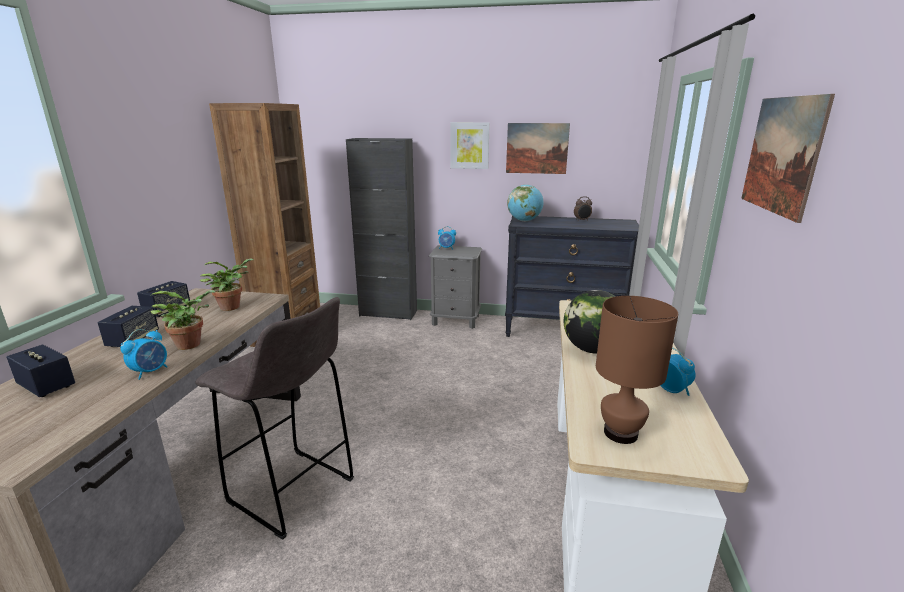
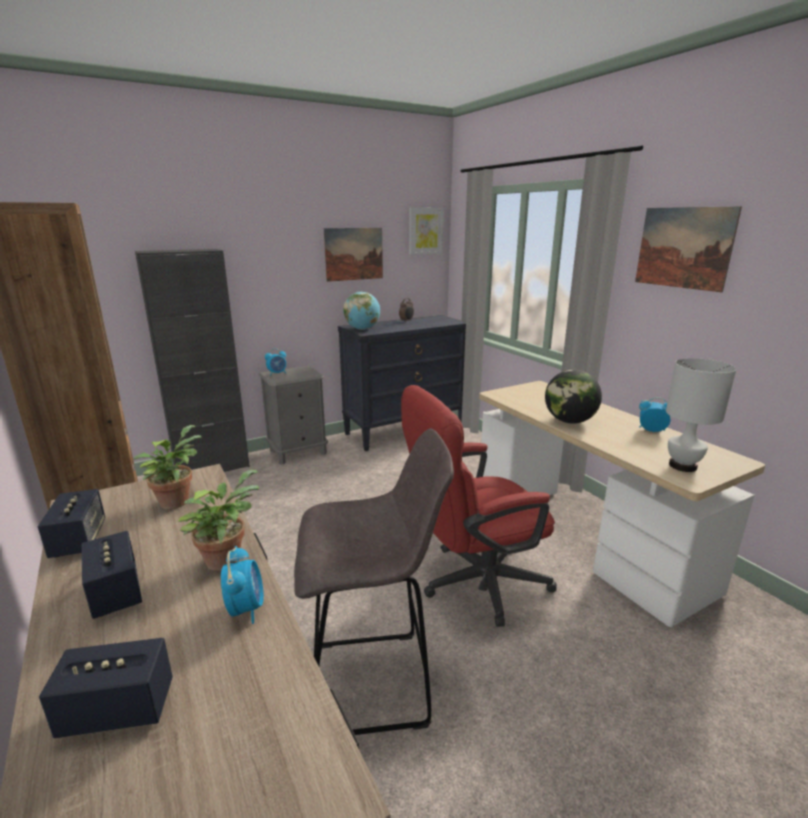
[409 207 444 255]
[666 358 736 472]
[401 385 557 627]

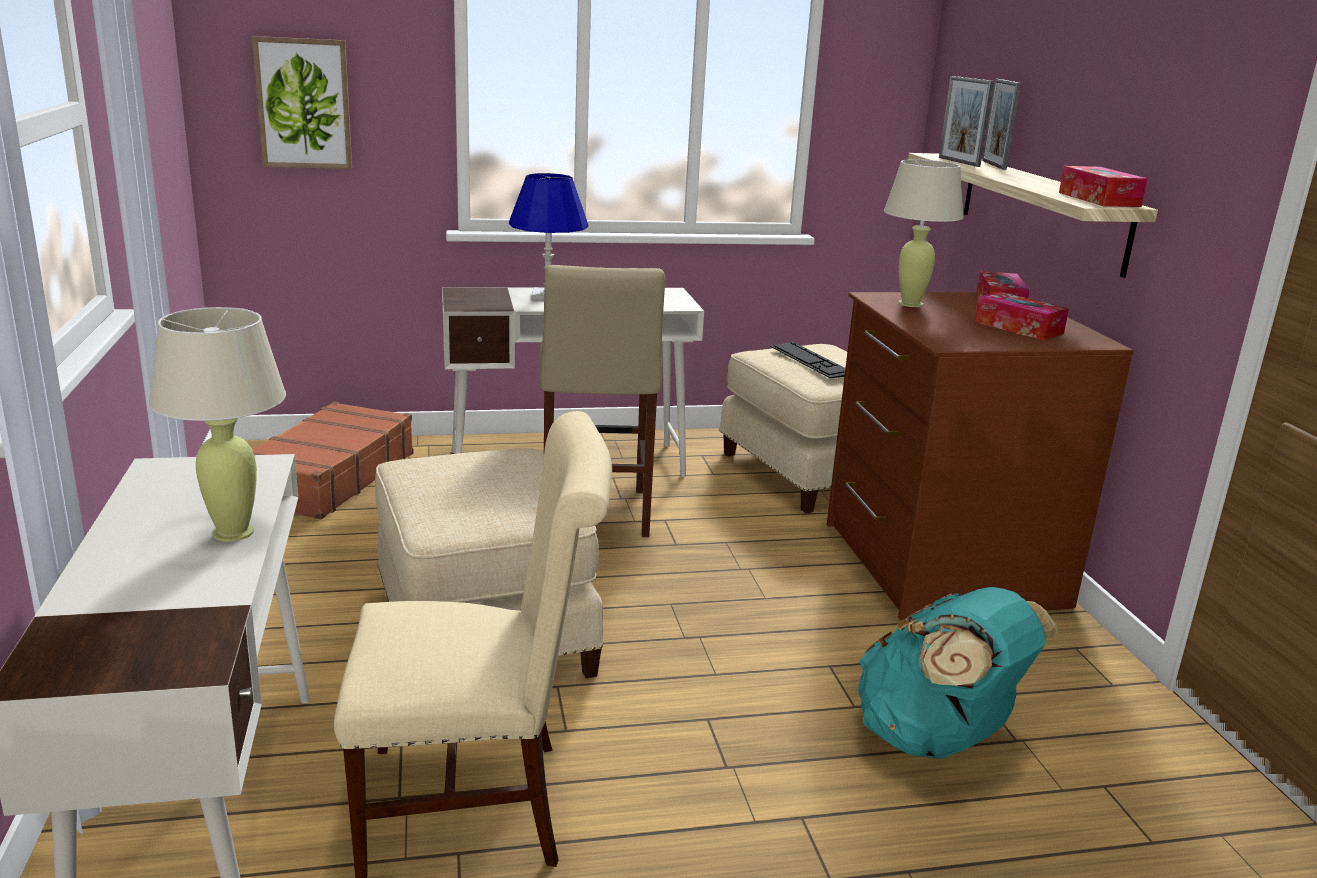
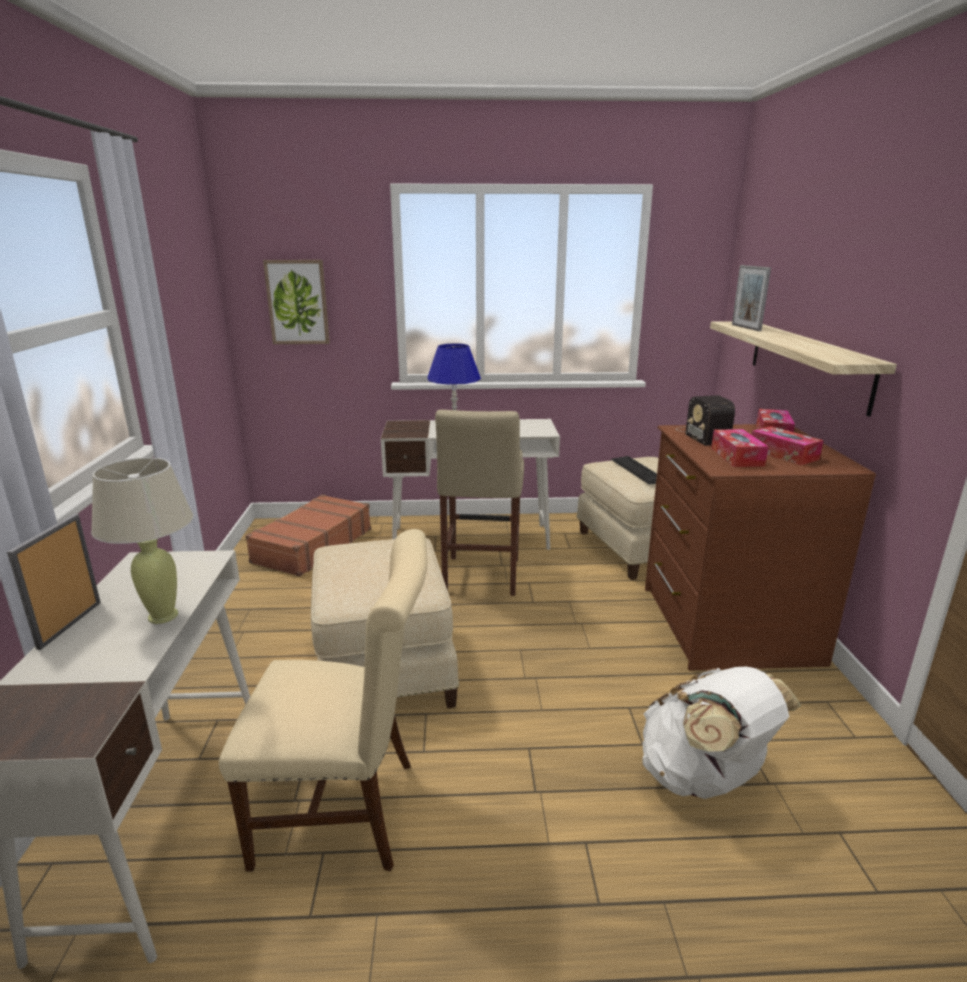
[642 667 801 799]
[677 395 735 446]
[7 514 101 650]
[711 429 768 467]

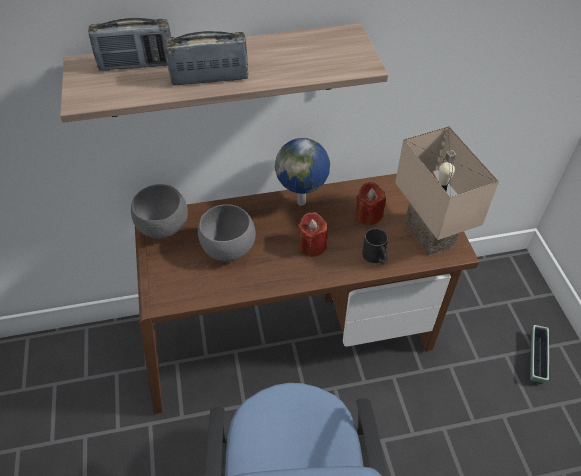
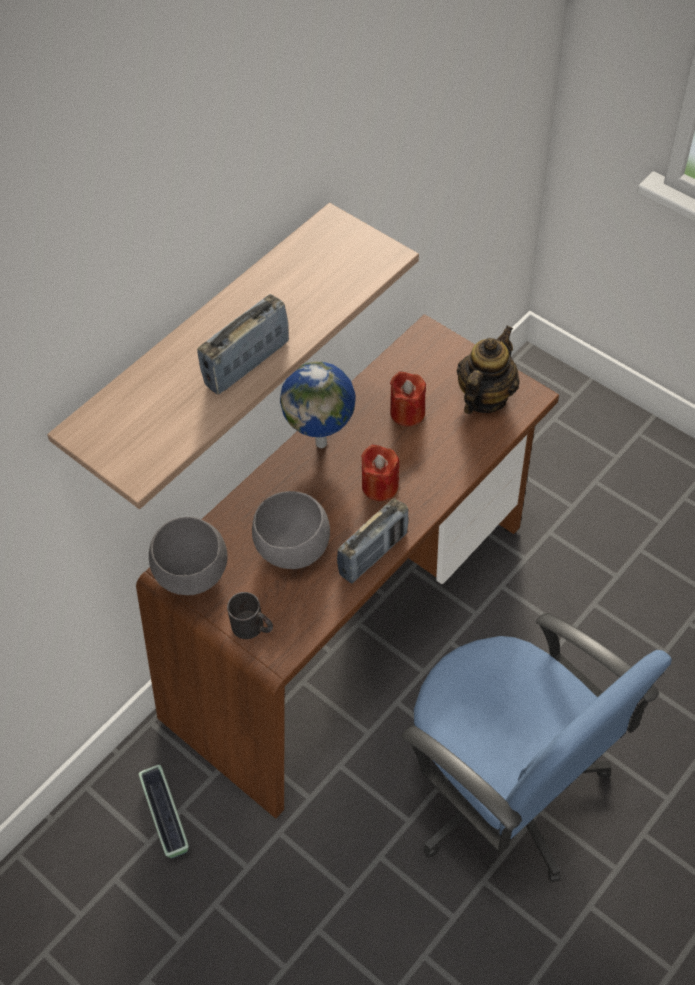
[337 498 409 583]
[227 592 273 639]
[457 326 520 414]
[139 765 189 858]

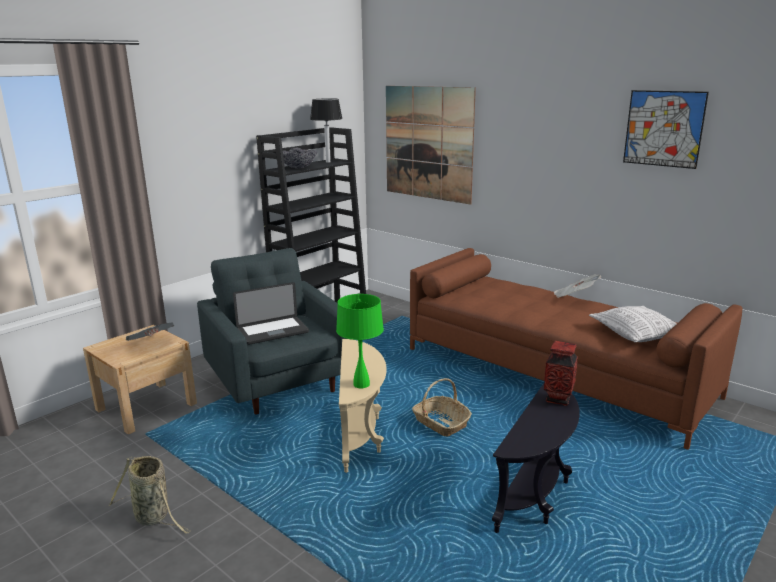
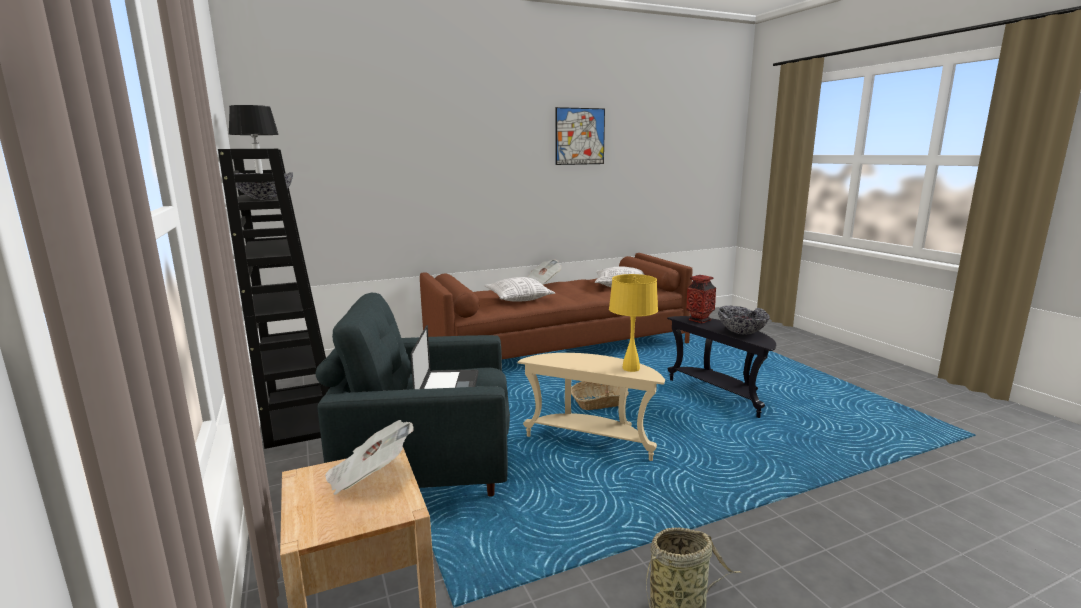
[609 274 658 372]
[386 86 476 205] (first image)
[485 277 555 302]
[718 306 770 335]

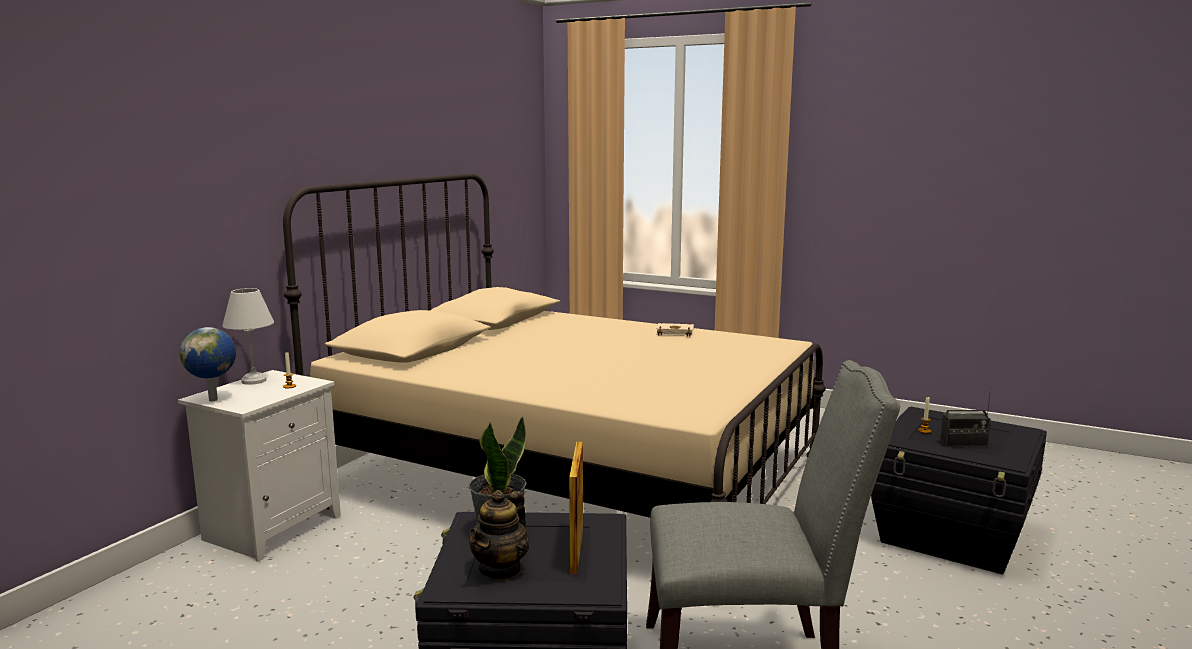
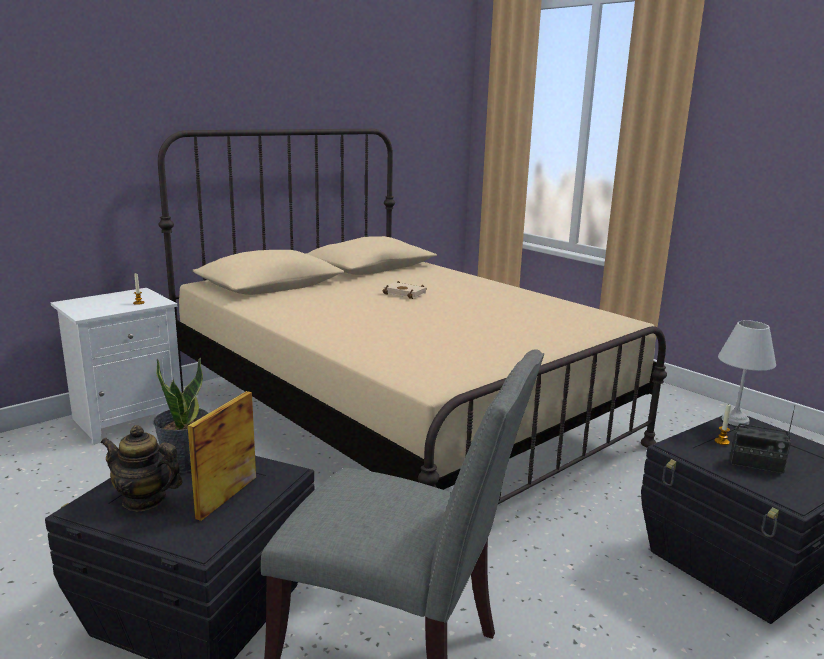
[180 327 236 401] (first image)
[718 320 776 426]
[101 425 183 511]
[383 281 427 299]

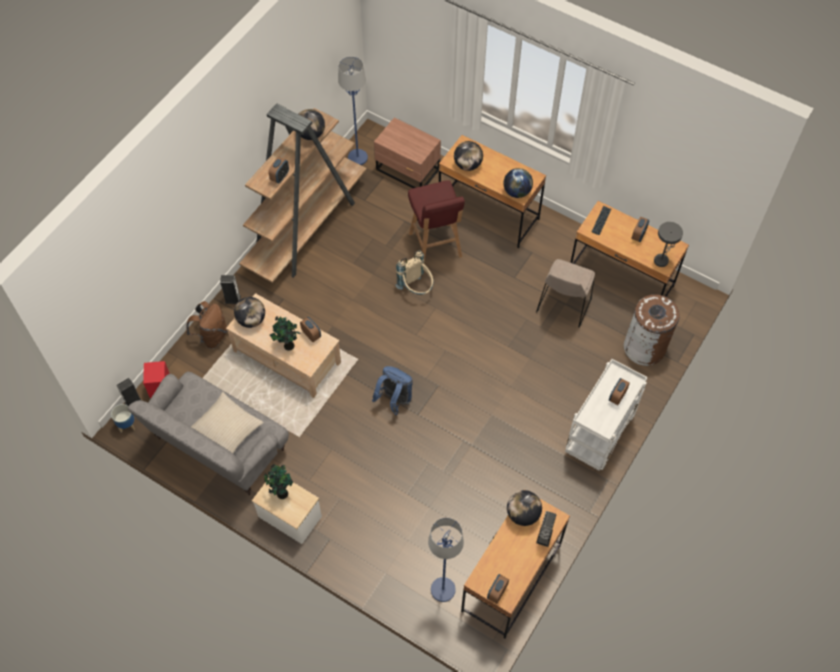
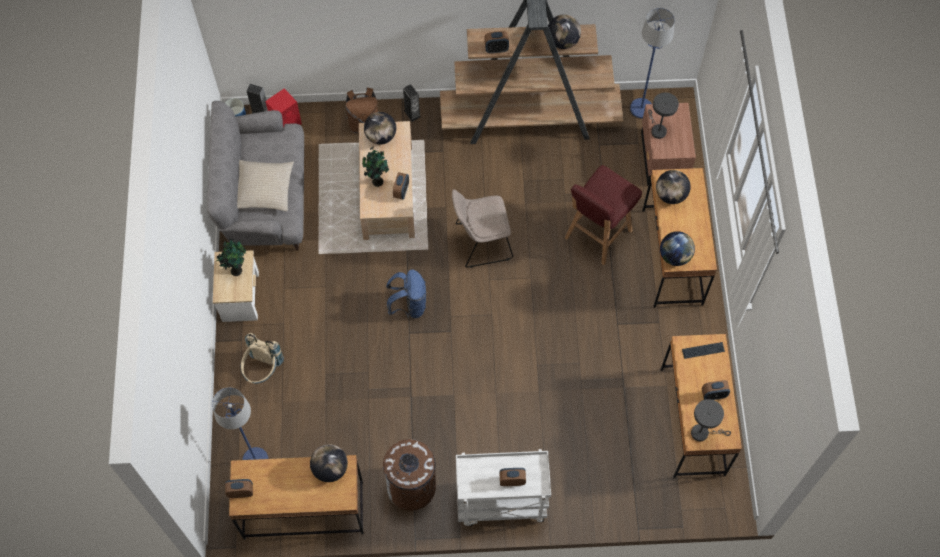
[241 333 284 384]
[452 189 513 268]
[536 511 557 547] (first image)
[383 439 436 511]
[648 92 679 139]

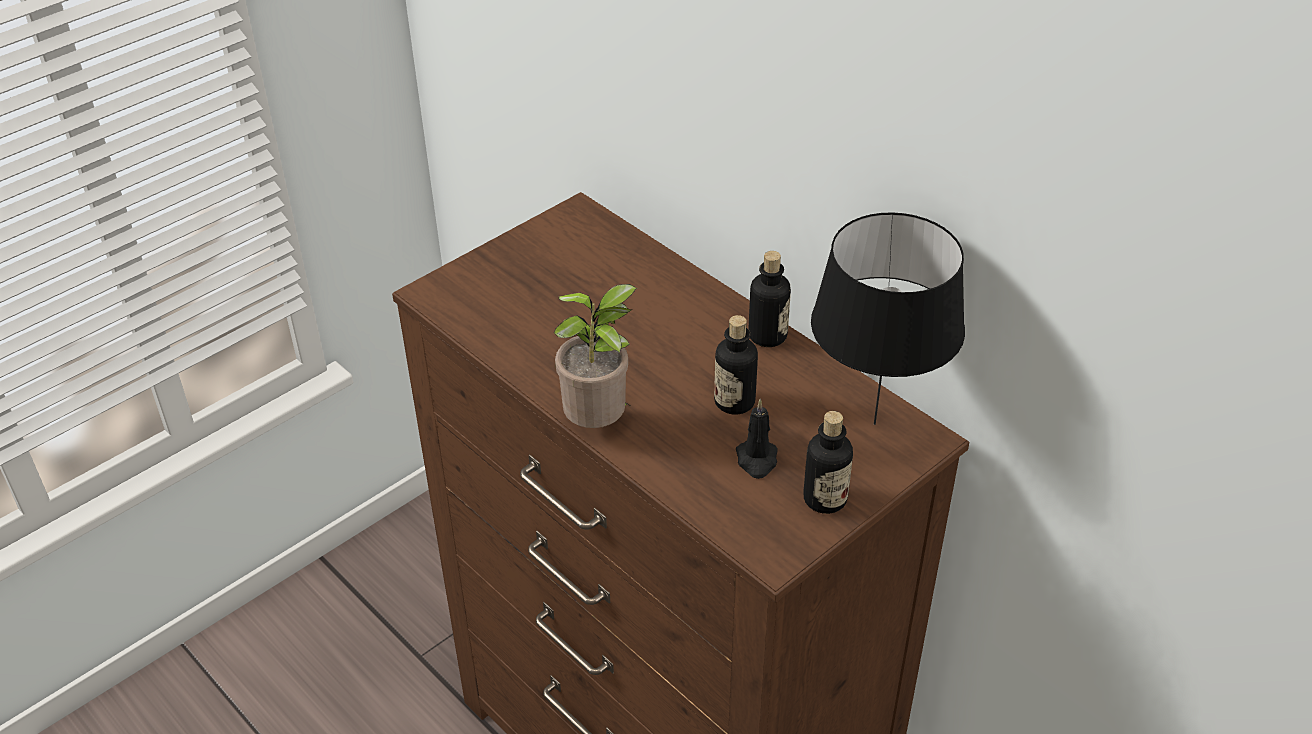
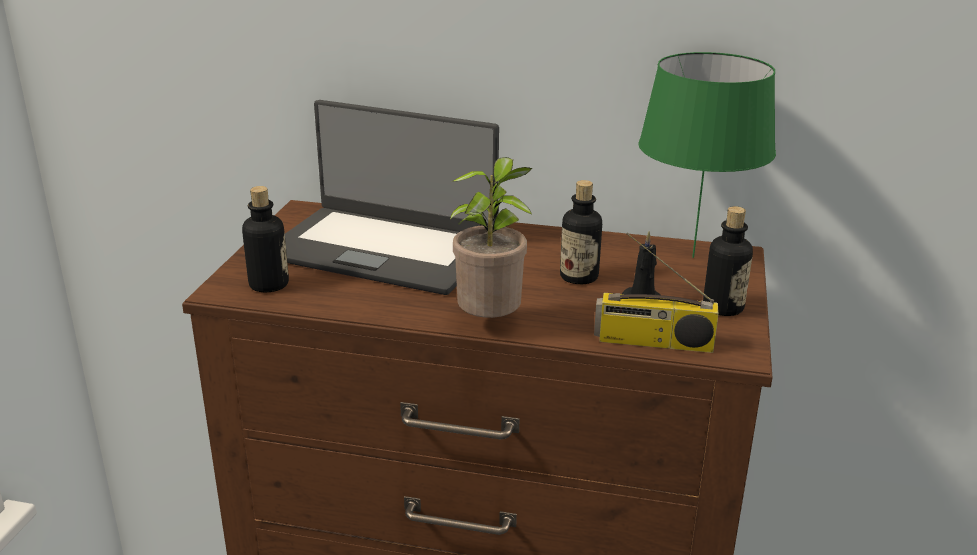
[242 186 289 292]
[638 52 776 258]
[285 100 499 295]
[594 233 719 353]

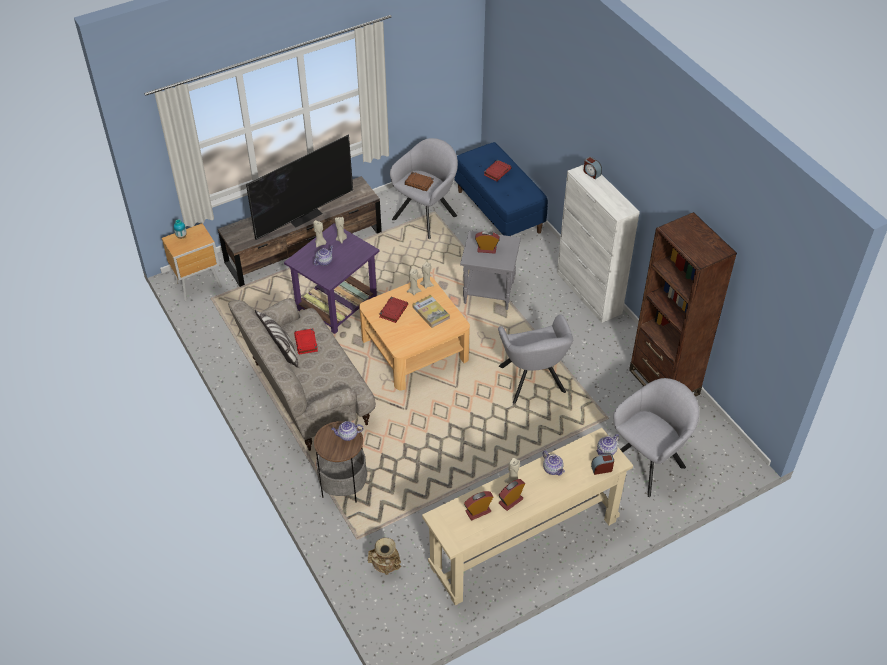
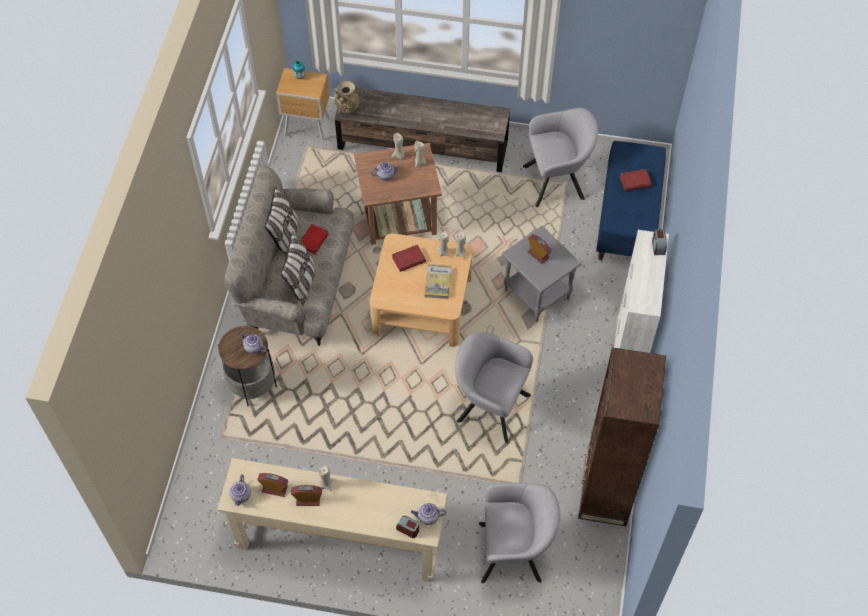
[246 134 353 240] (first image)
[354 143 442 245]
[333 81 359 114]
[405 172 434 191] (first image)
[455 332 533 443]
[229 475 251 506]
[281 232 315 306]

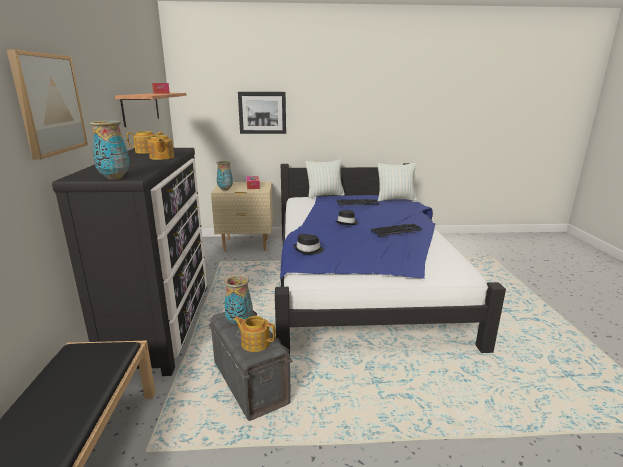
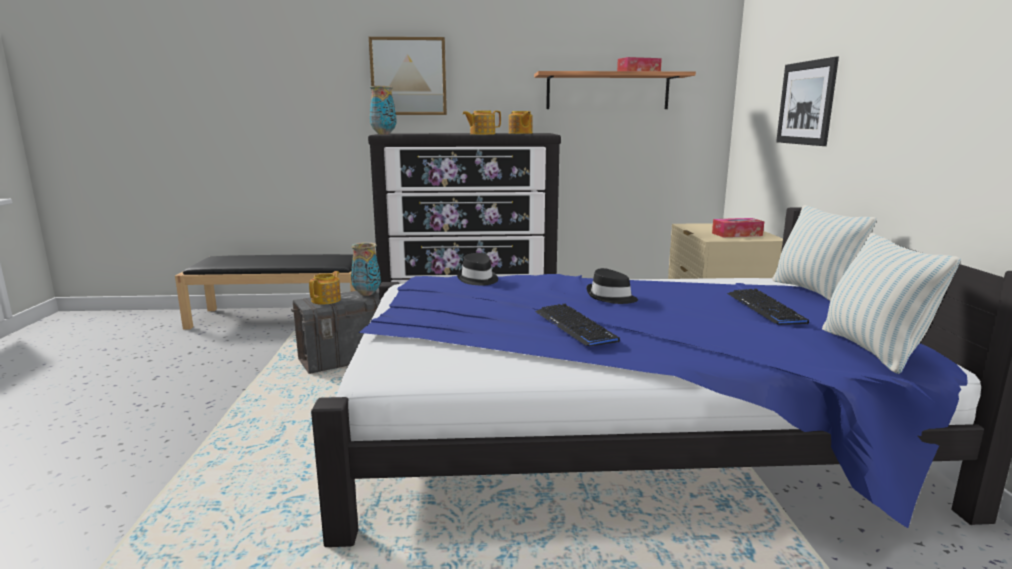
[217 161 233 191] (first image)

